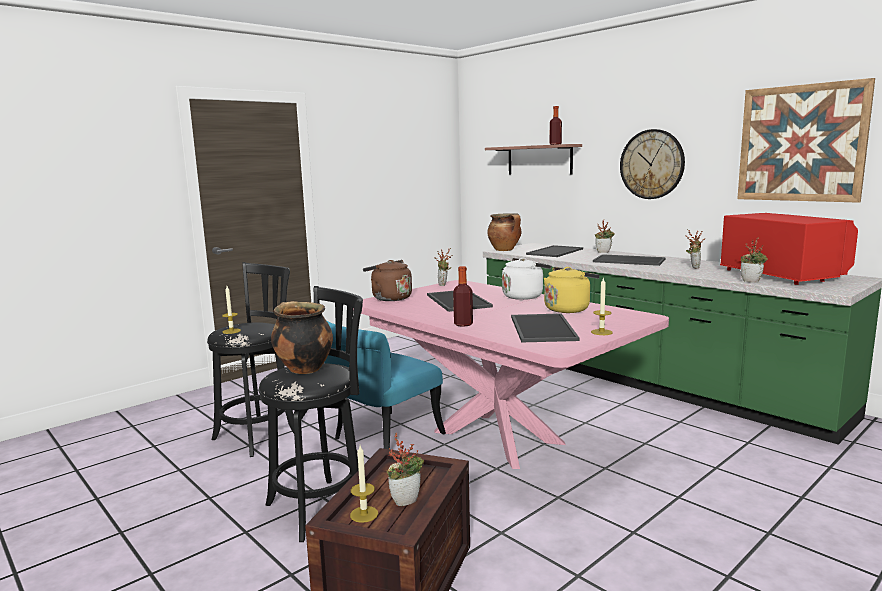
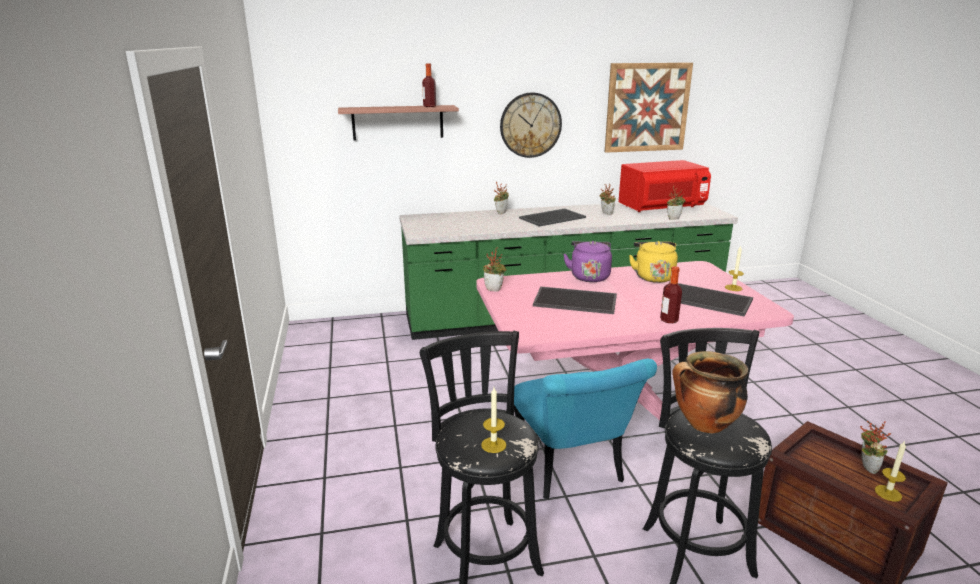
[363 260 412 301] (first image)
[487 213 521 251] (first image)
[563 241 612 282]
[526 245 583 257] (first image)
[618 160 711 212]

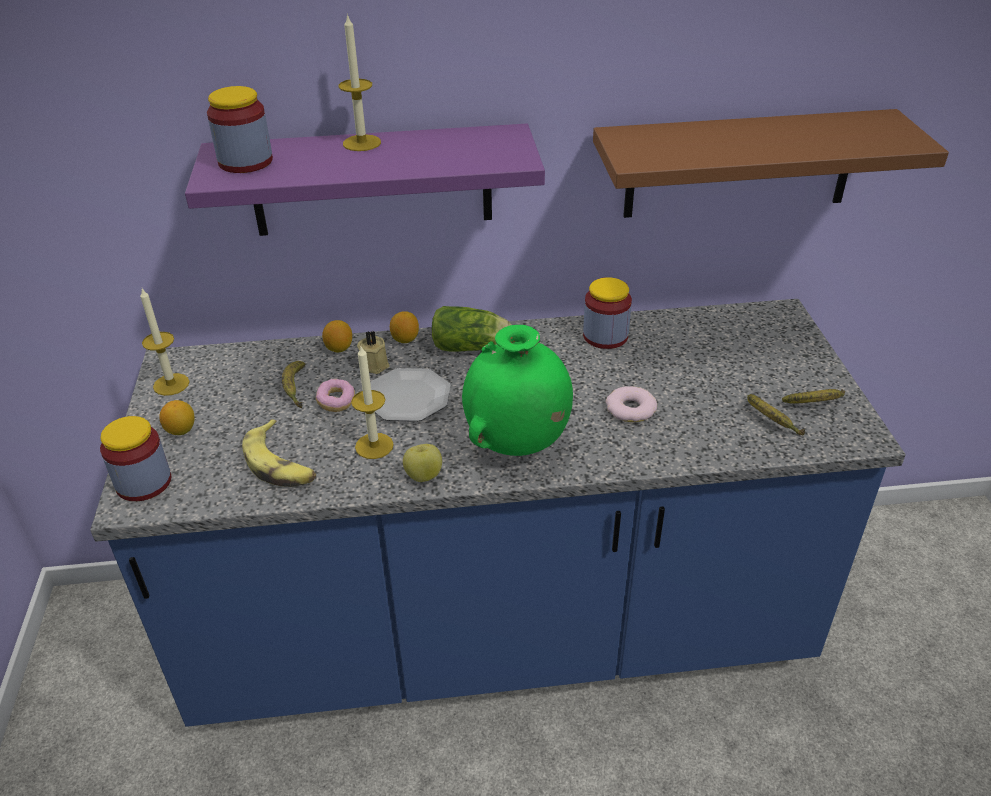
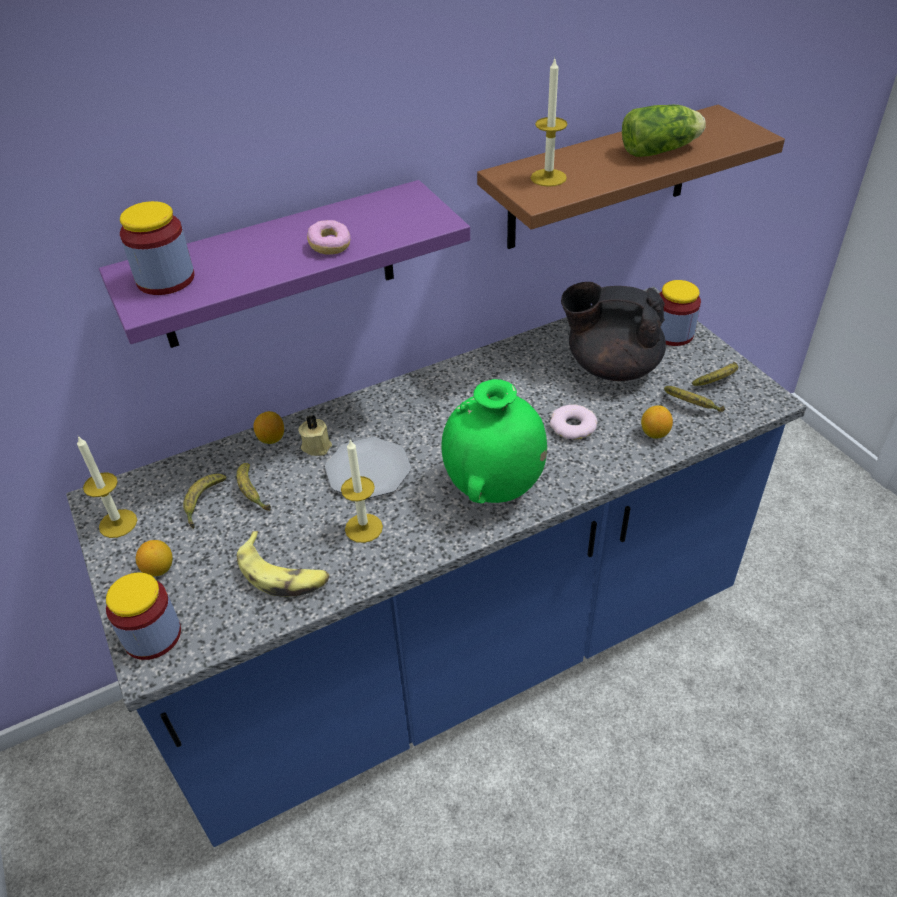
[307 220 350 255]
[531 59 568 187]
[641 405 673 438]
[403 444 442 482] (first image)
[622 105 706 157]
[659 280 701 346]
[183 474 227 529]
[561 282 666 381]

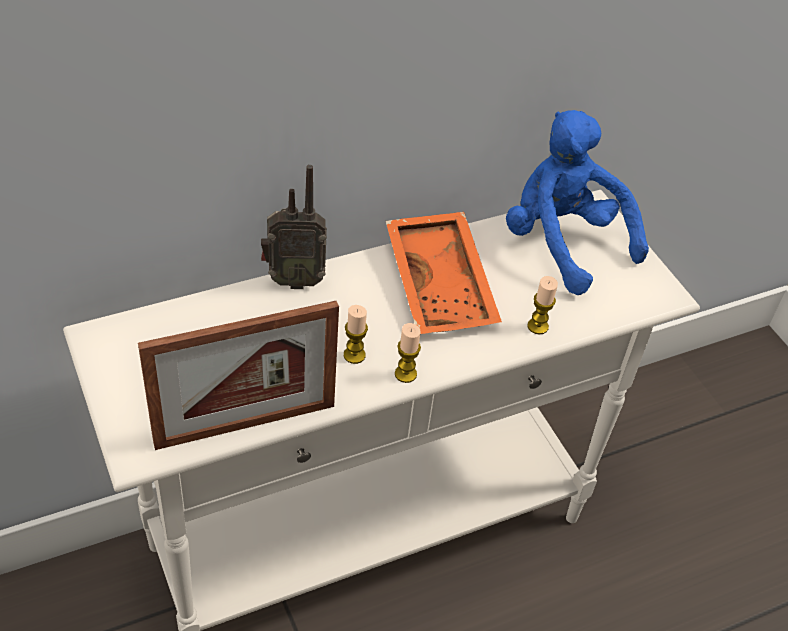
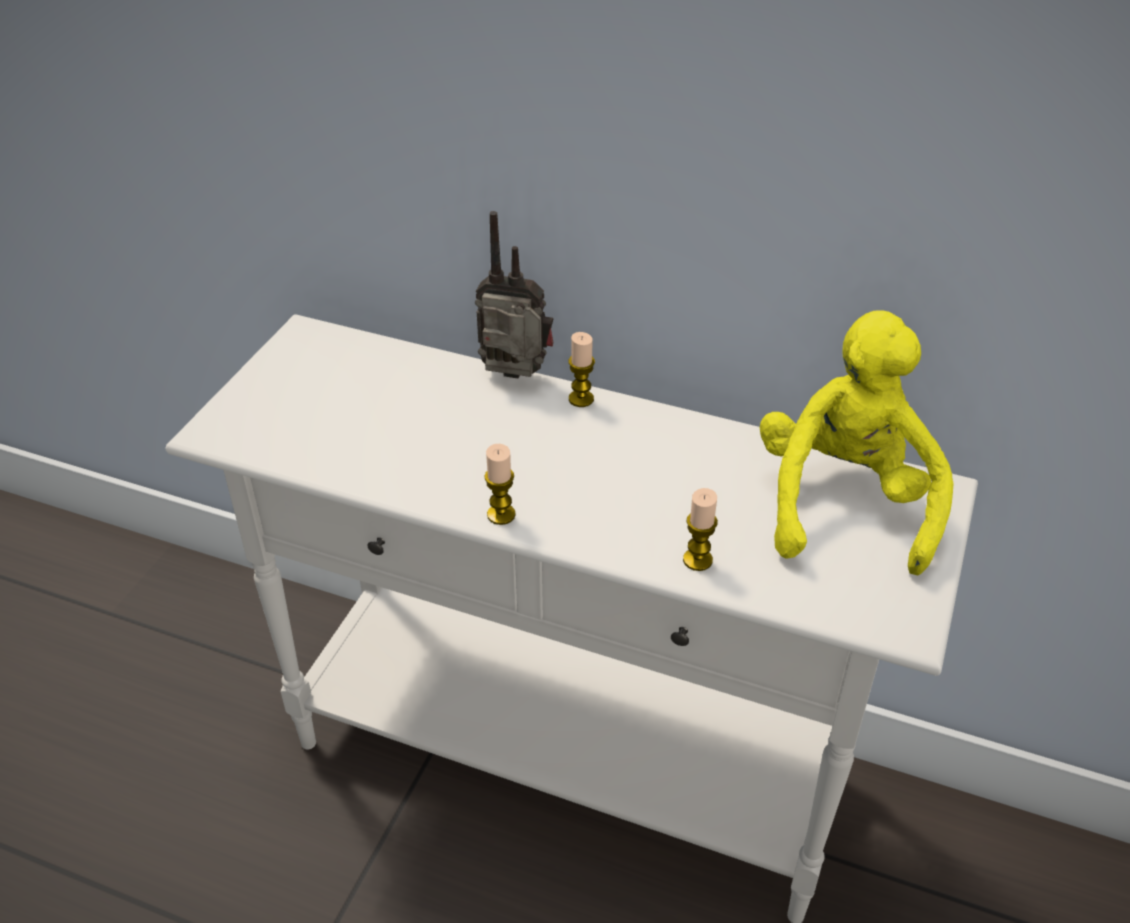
[138 301 339 450] (first image)
[475 211 553 378]
[568 332 595 407]
[386 212 502 334] (first image)
[760 311 954 576]

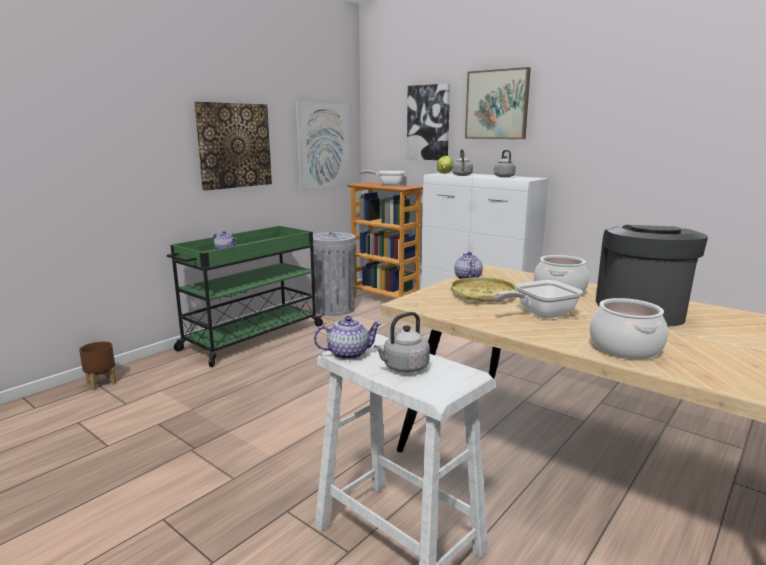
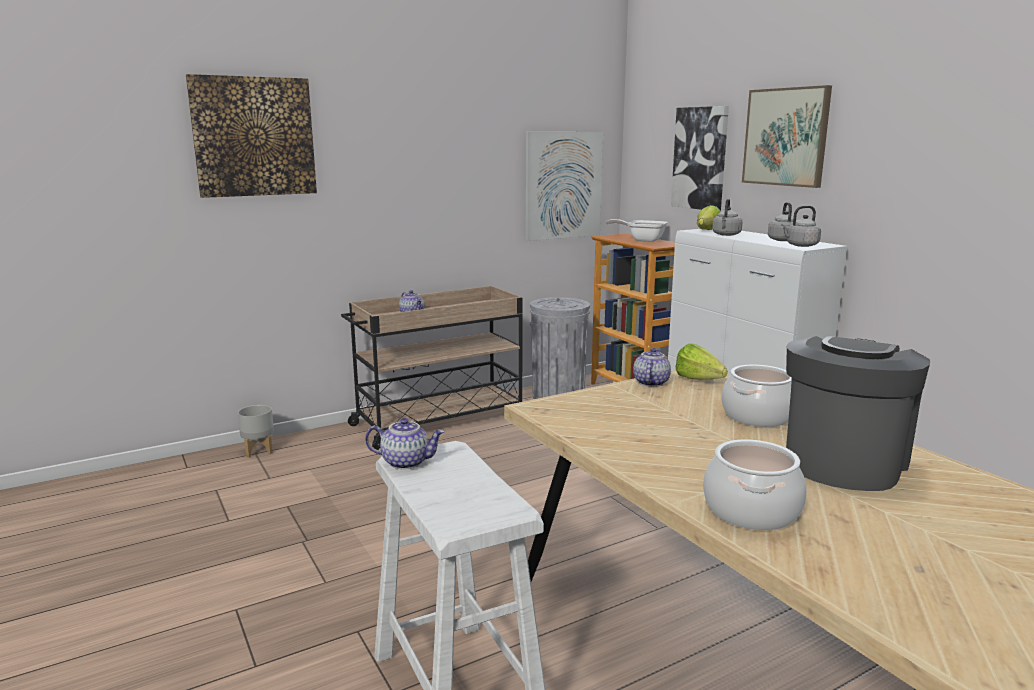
[238 405 274 458]
[341 286 522 450]
[186 74 317 198]
[781 206 821 247]
[451 277 517 302] (first image)
[493 280 583 319] (first image)
[676 344 727 380]

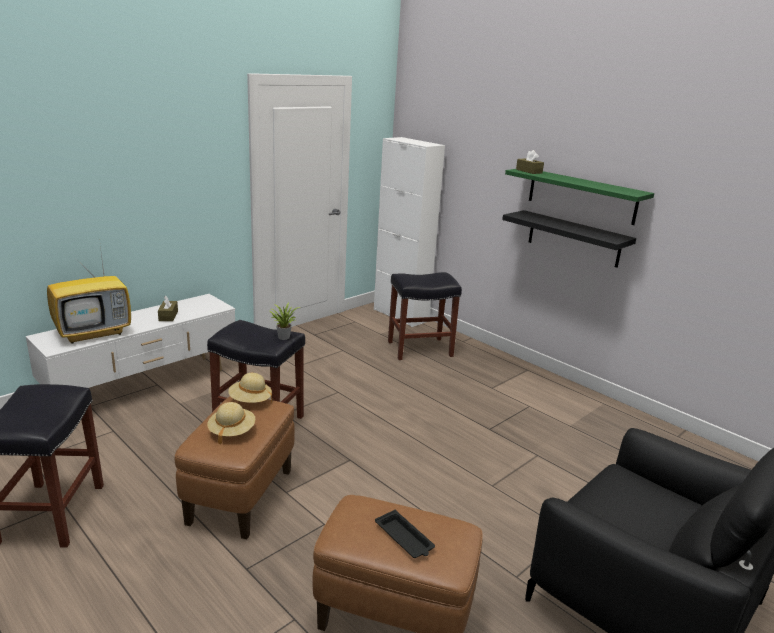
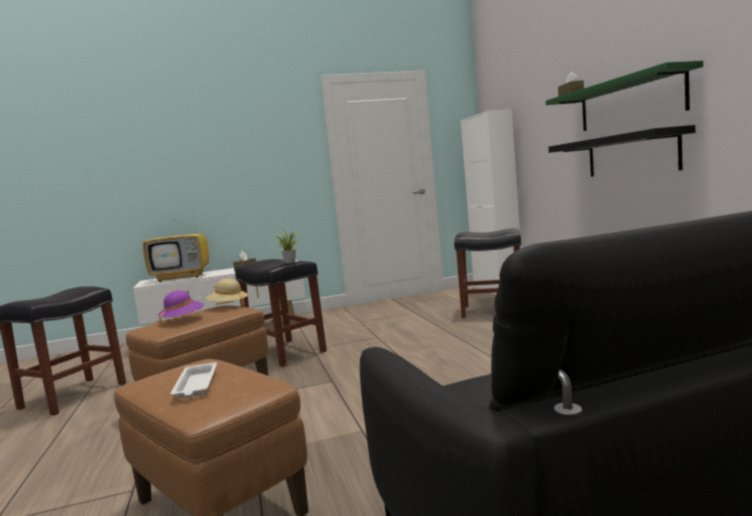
[158 290 204 325]
[170 362 217 399]

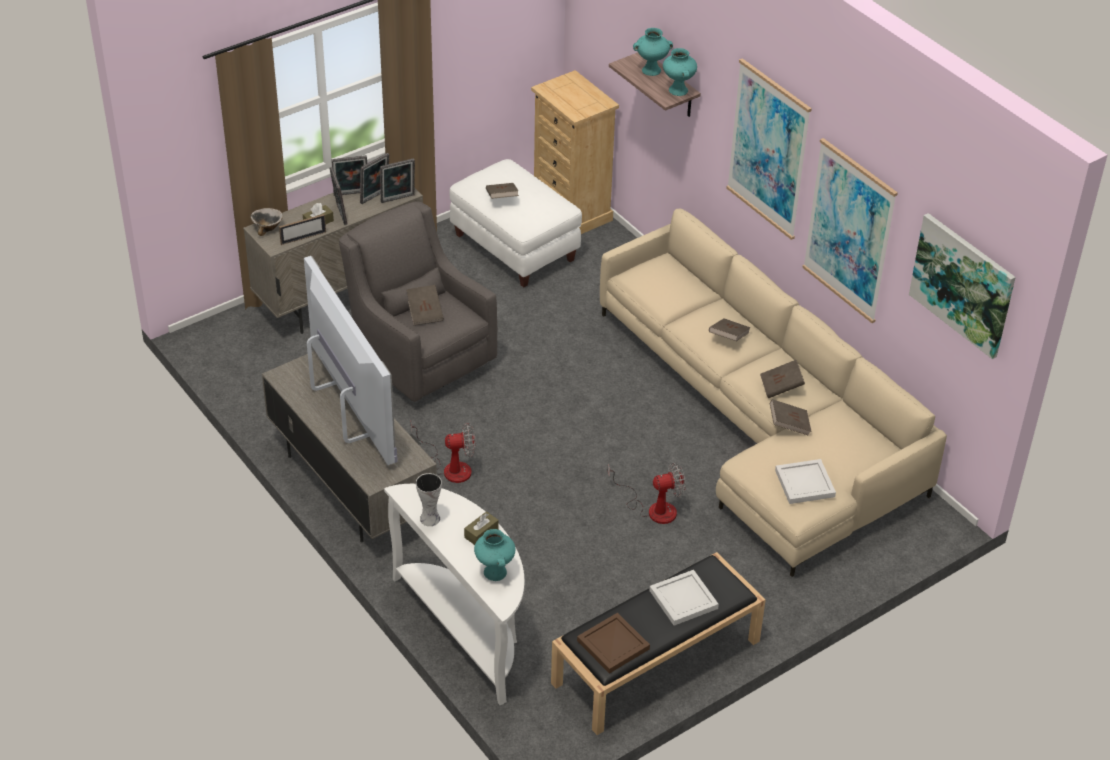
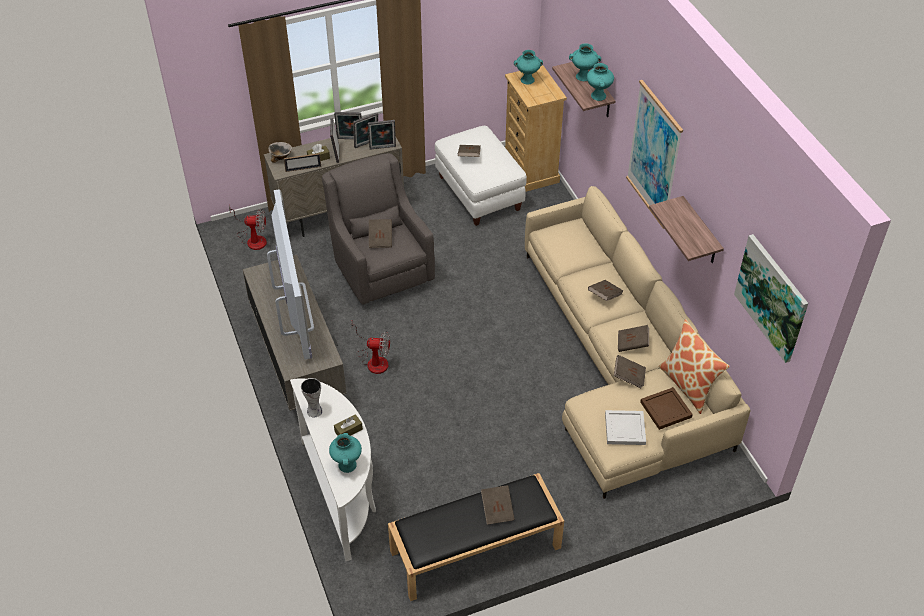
[640 387 693 430]
[229 205 267 250]
[481 485 515 525]
[649 196 724 263]
[514 50 543 84]
[659 319 730 414]

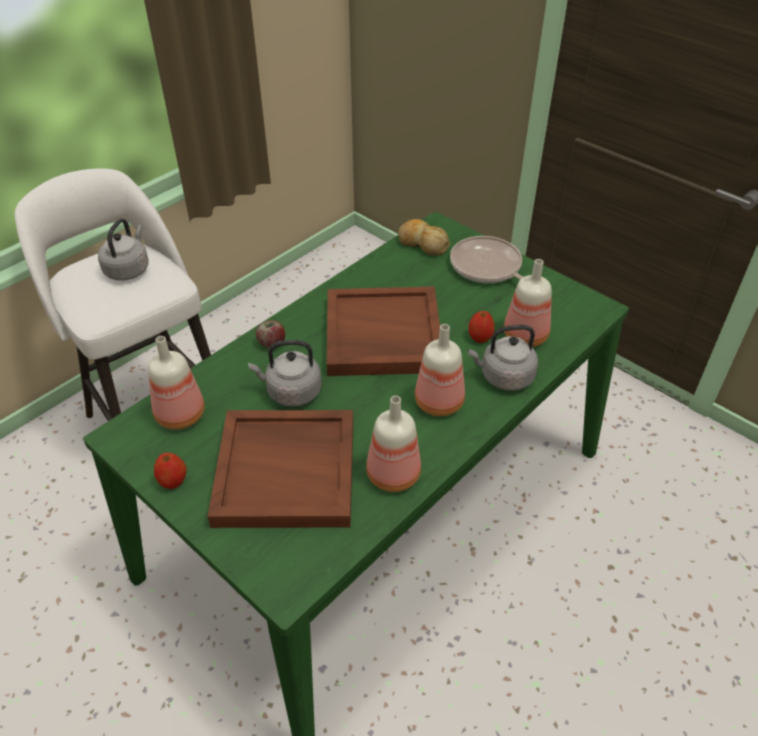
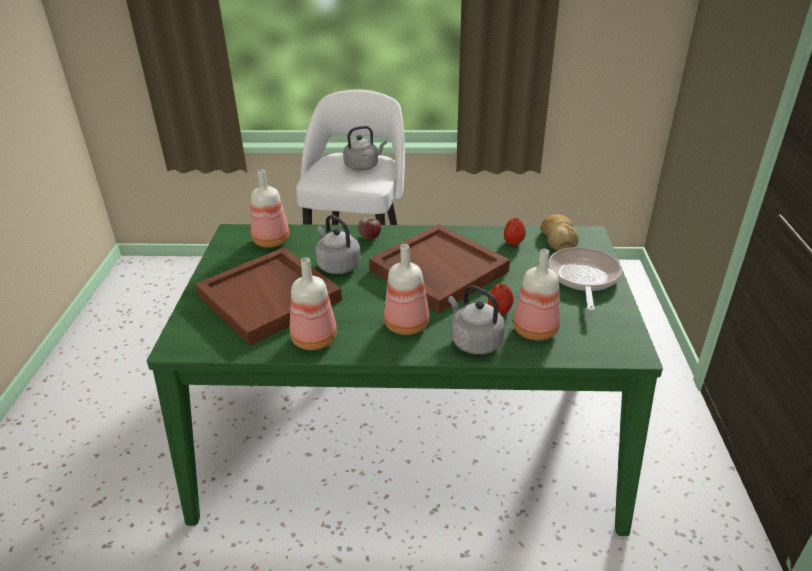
[504 218 526 245]

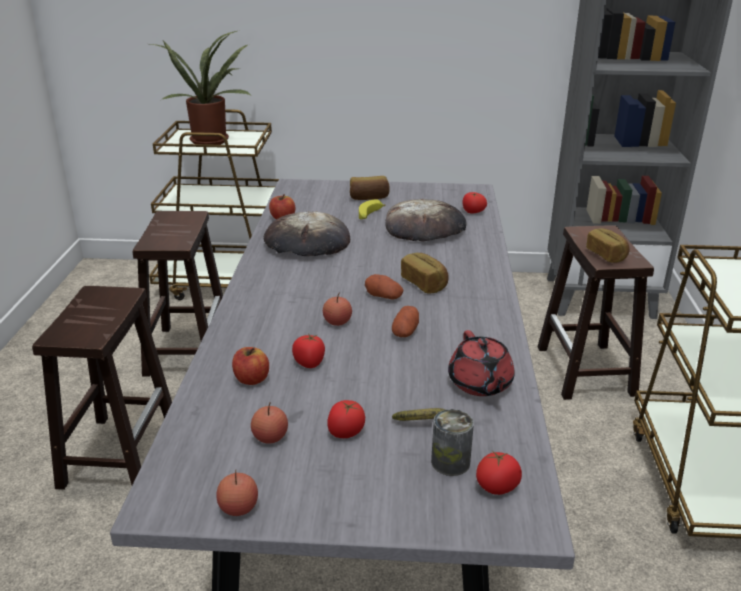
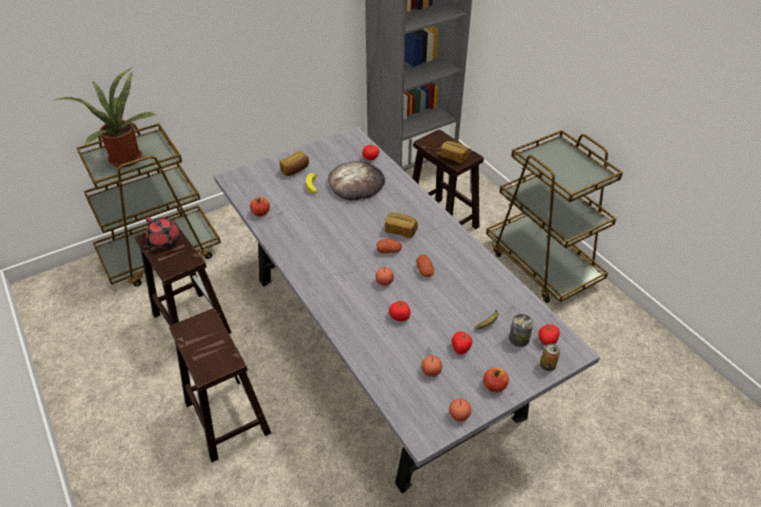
[483 368 509 392]
[264 211 350 256] (first image)
[146 217 180 248]
[540 344 560 371]

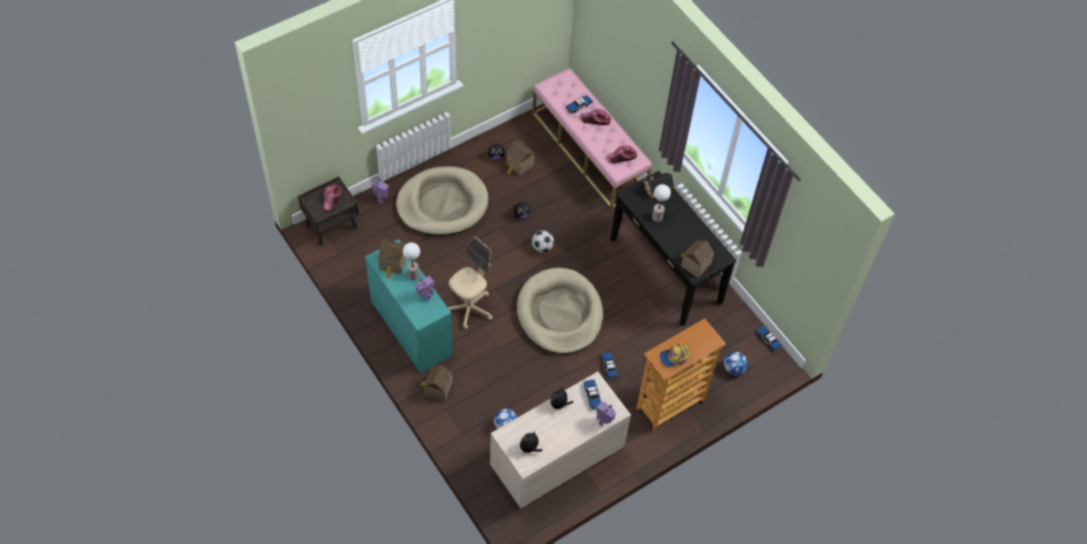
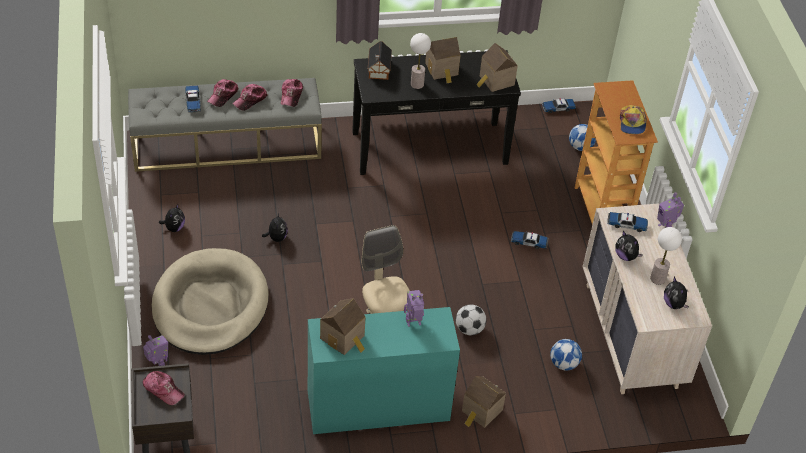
[650 227 682 285]
[425 37 461 83]
[517 268 603 354] (first image)
[128 78 322 172]
[456 304 486 335]
[232 84 268 111]

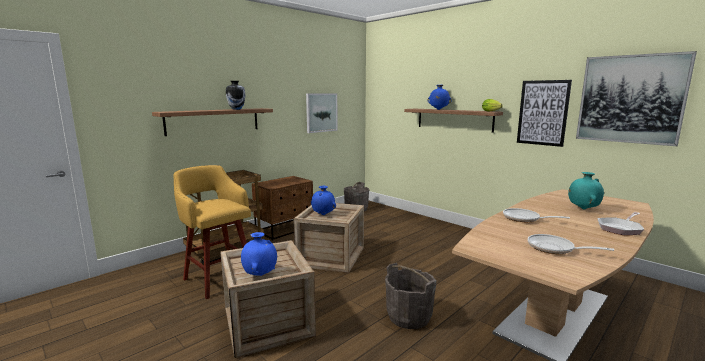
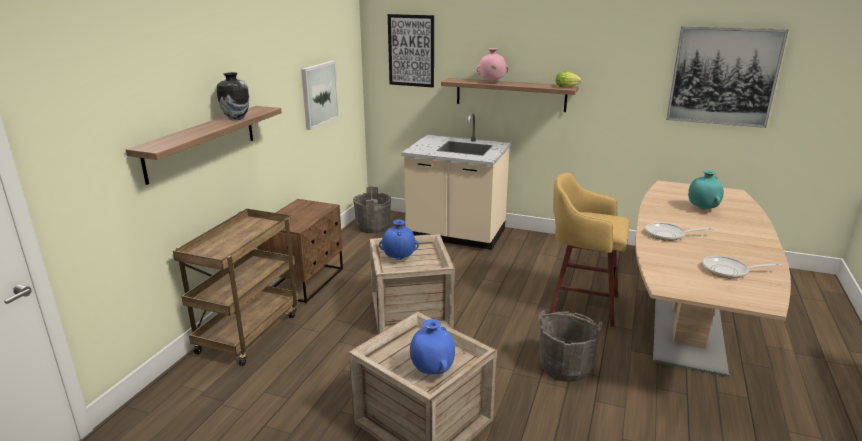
[549 172 630 327]
[476 48 508 82]
[388 14 434 87]
[598 212 644 235] (first image)
[402 113 511 250]

